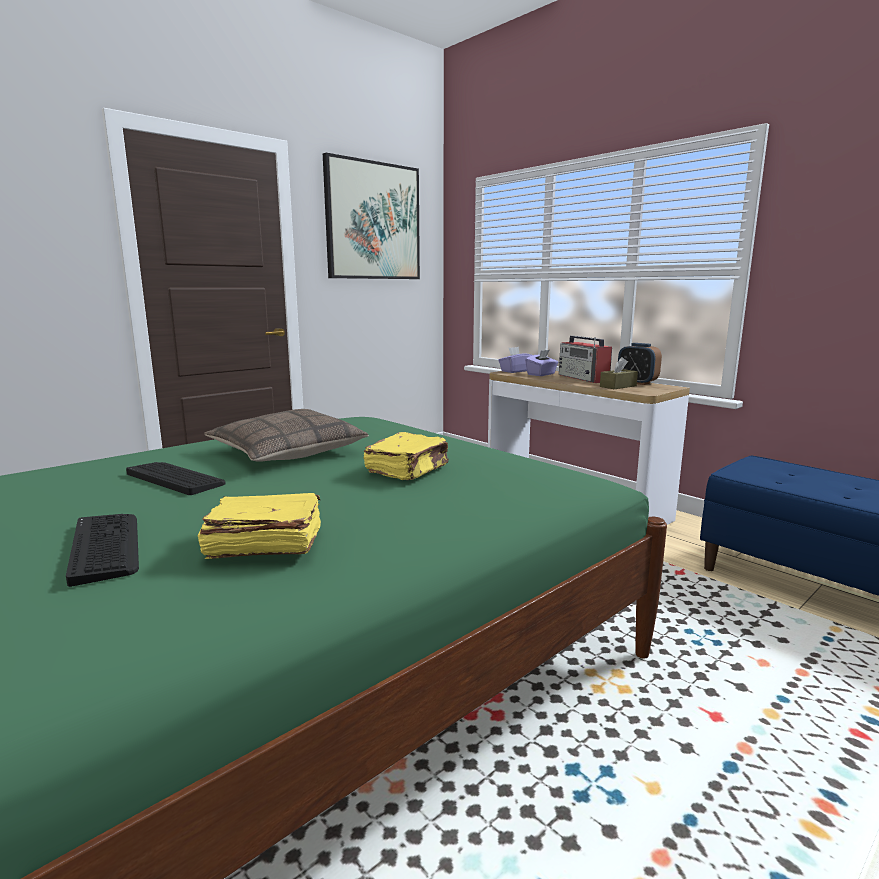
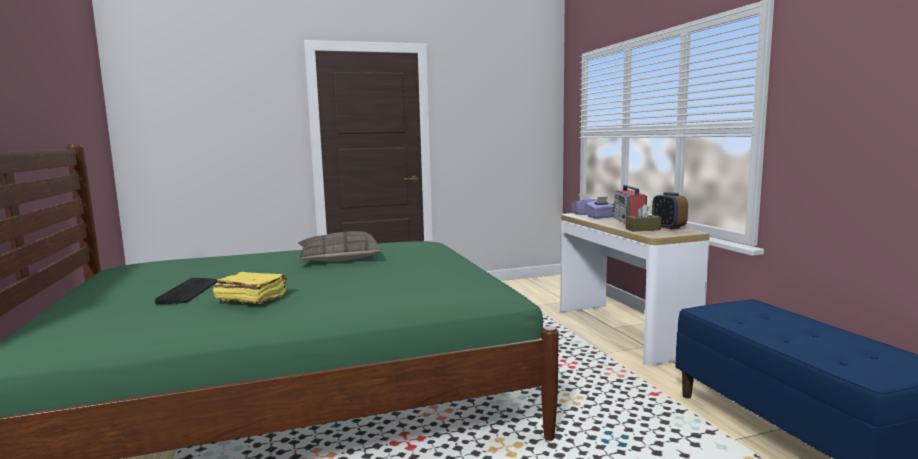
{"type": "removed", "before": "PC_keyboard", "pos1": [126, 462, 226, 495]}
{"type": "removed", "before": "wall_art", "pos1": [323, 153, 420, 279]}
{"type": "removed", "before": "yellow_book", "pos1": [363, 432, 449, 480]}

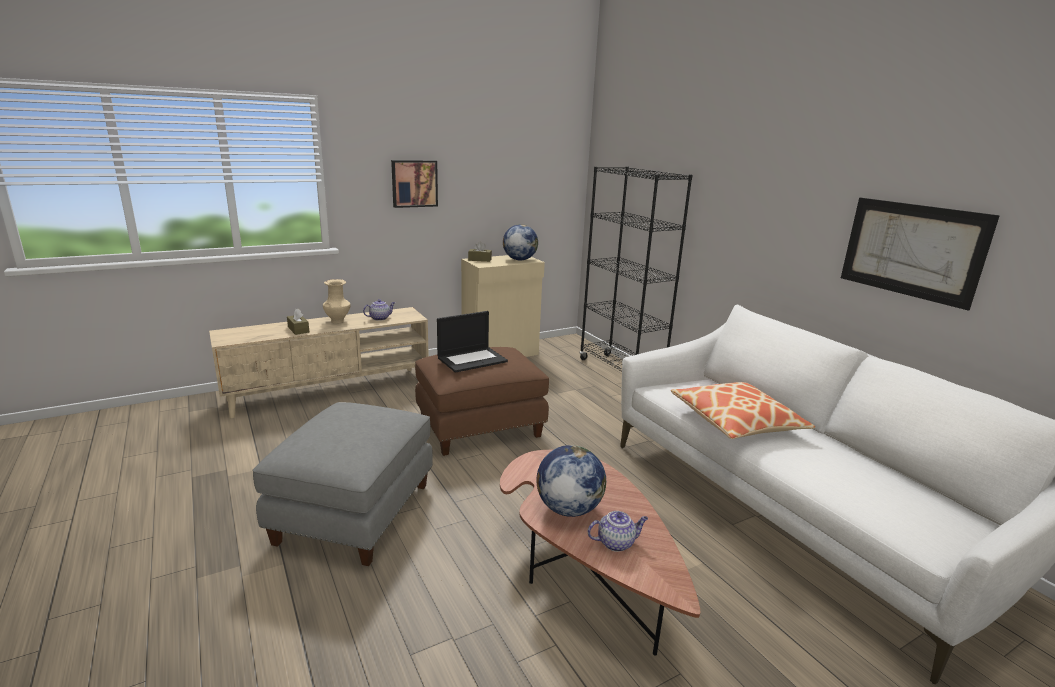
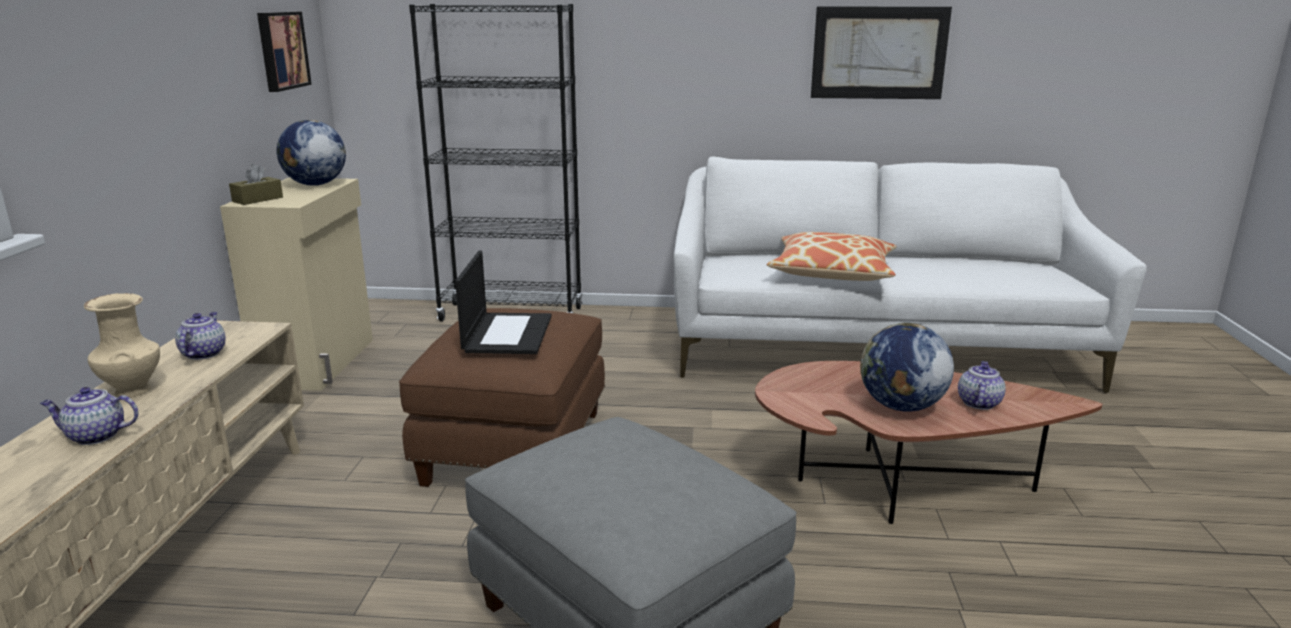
{"type": "replaced", "before": "brown-coloured_box_of_tissues", "after": "teapot", "pos1": [287, 308, 309, 335], "pos2": [40, 387, 138, 445]}
{"type": "moved", "before": "wall_art", "pos1": [391, 160, 438, 208], "pos2": [257, 12, 312, 92]}

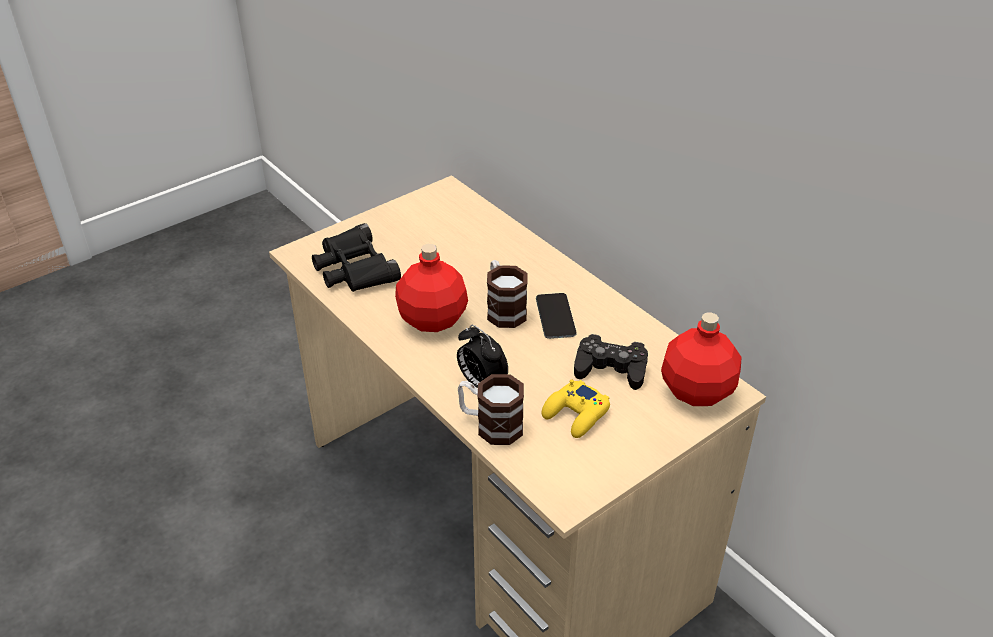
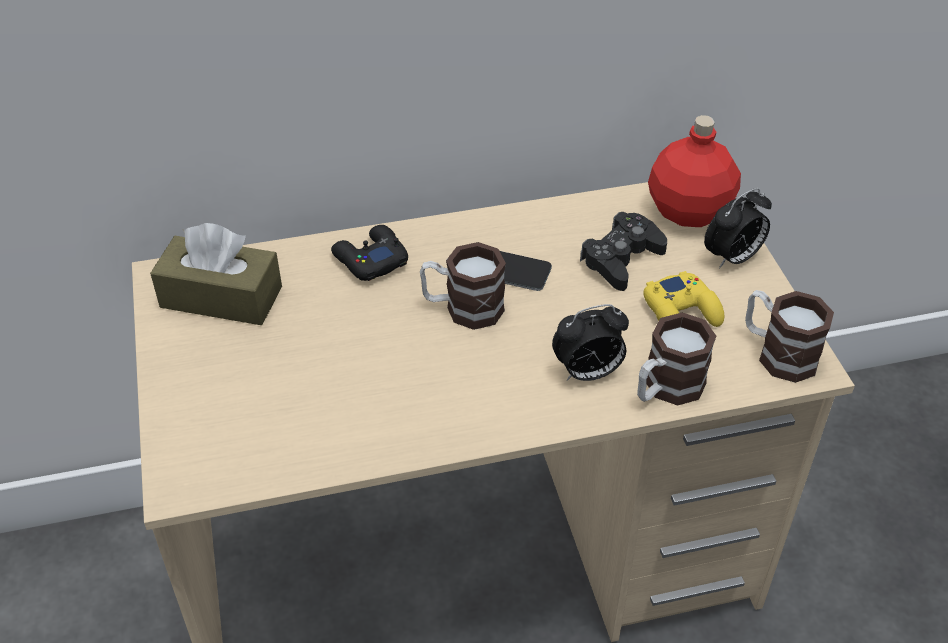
{"type": "removed", "before": "black-coloured_binoculars", "pos1": [312, 223, 401, 292]}
{"type": "removed", "before": "red_beverage_bottle", "pos1": [395, 244, 468, 332]}
{"type": "added", "after": "brown-coloured_box_of_tissues", "pos2": [150, 223, 282, 325]}
{"type": "added", "after": "black-coloured_joypad", "pos2": [331, 225, 408, 281]}
{"type": "added", "after": "bedside_clock", "pos2": [704, 188, 772, 269]}
{"type": "added", "after": "mug", "pos2": [745, 290, 834, 383]}

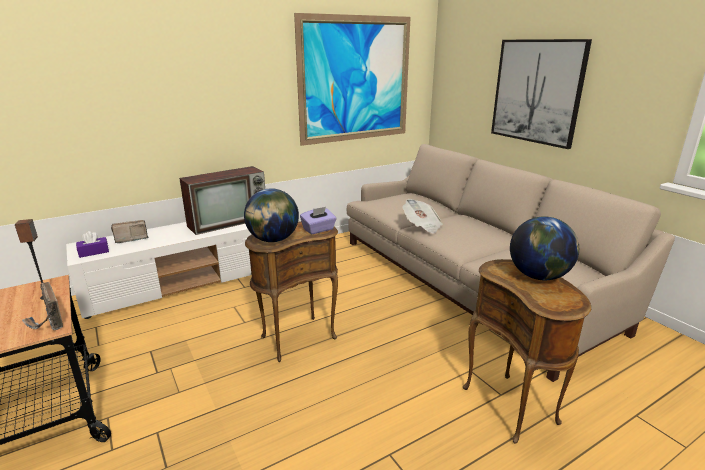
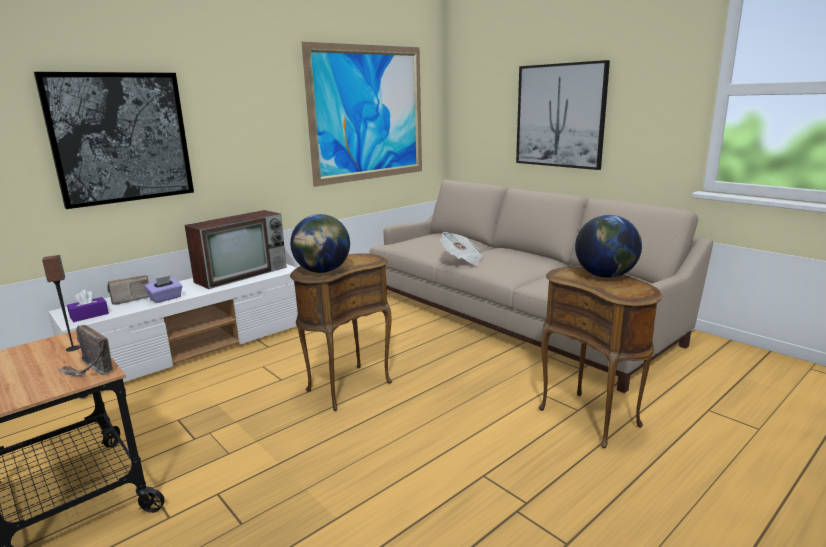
{"type": "moved", "before": "purple-coloured_box_of_tissues", "pos1": [300, 207, 337, 234], "pos2": [144, 276, 182, 303]}
{"type": "added", "after": "wall_art", "pos2": [34, 72, 194, 209]}

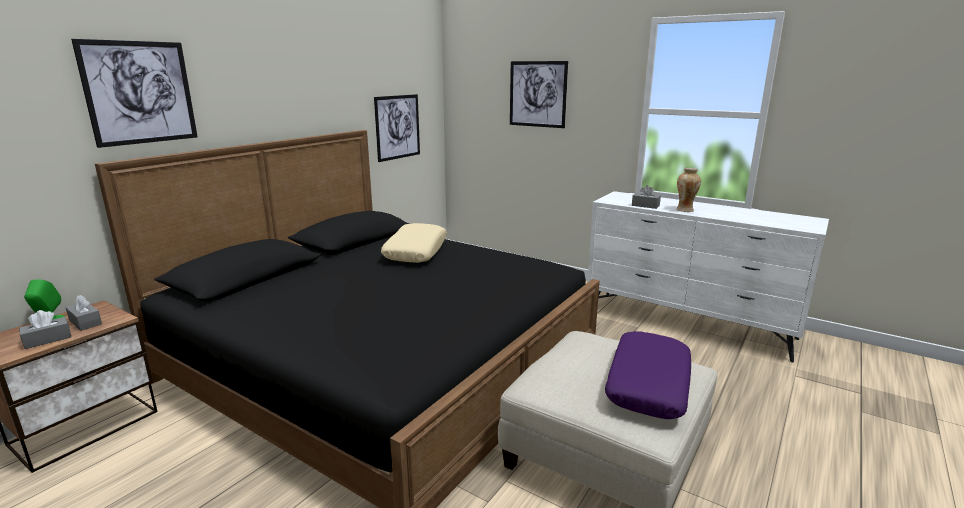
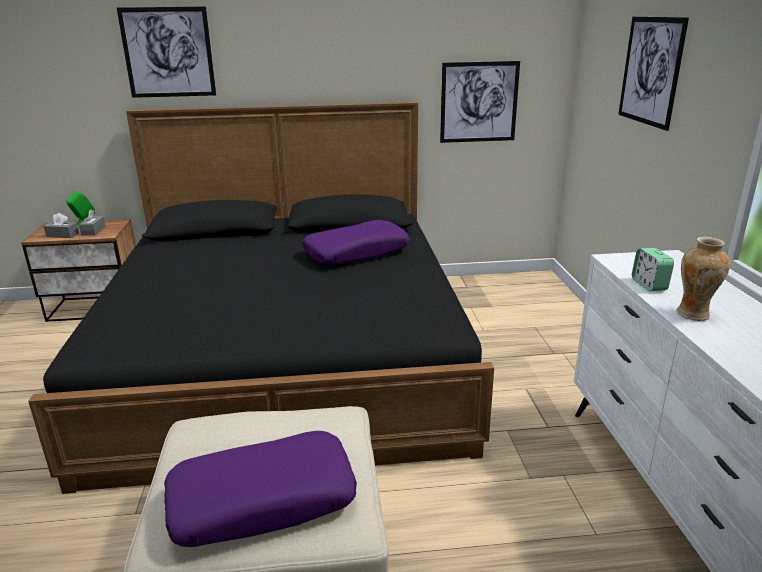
{"type": "recoloured", "before": "beige-coloured_cushion", "after": "purple-coloured_cushion", "pos1": [381, 223, 447, 263], "pos2": [302, 220, 410, 265]}
{"type": "replaced", "before": "gray_box_of_tissues", "after": "bedside_clock", "pos1": [632, 185, 661, 209], "pos2": [632, 248, 674, 291]}

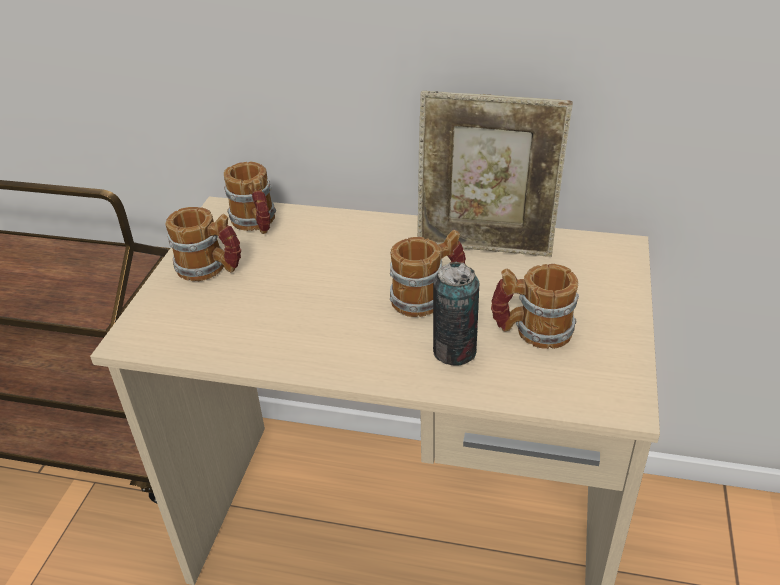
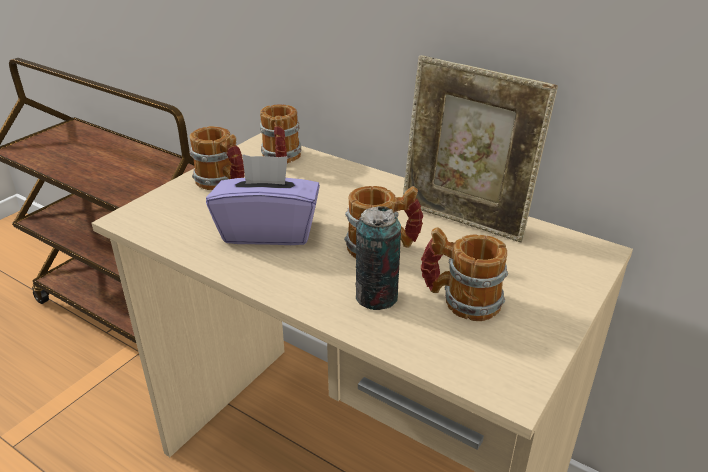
{"type": "added", "after": "purple-coloured_box_of_tissues", "pos2": [206, 154, 320, 245]}

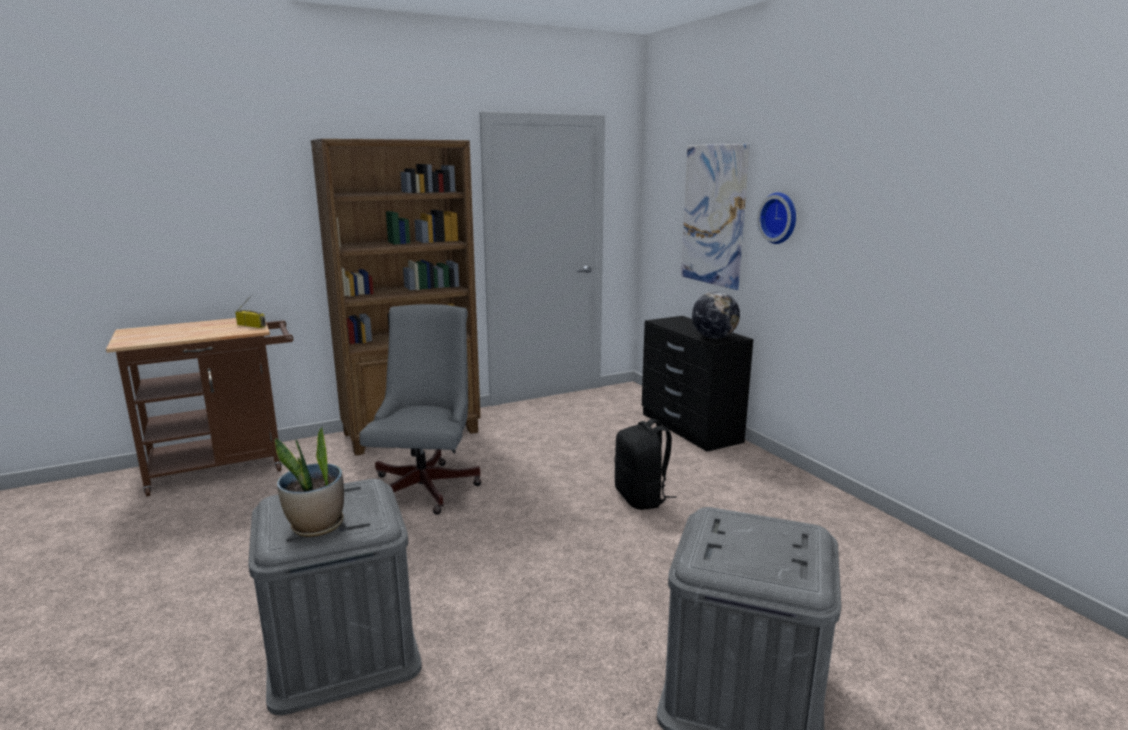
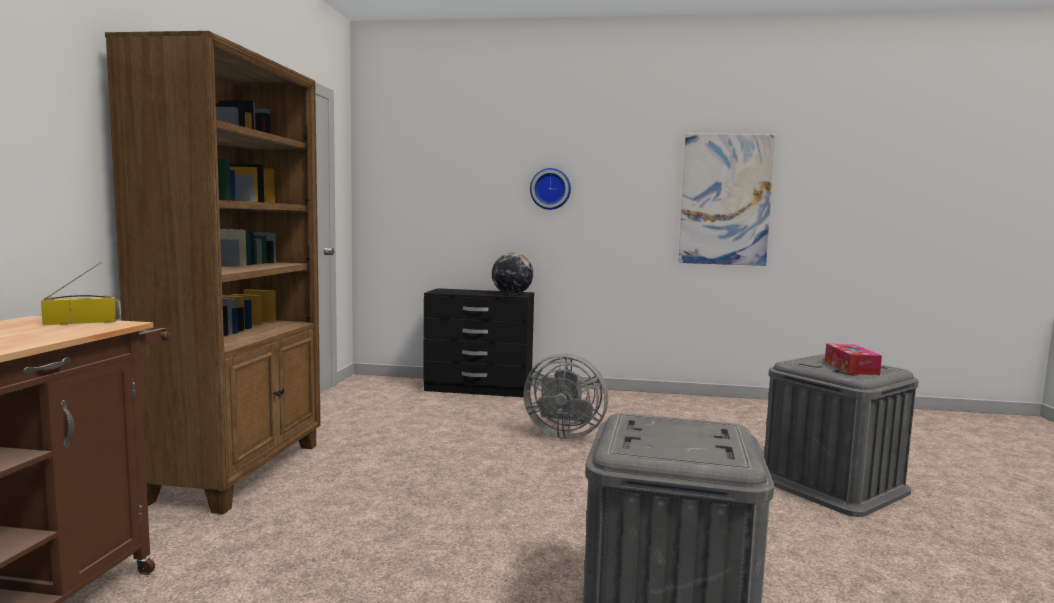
{"type": "removed", "before": "houseplant", "pos1": [275, 426, 344, 537]}
{"type": "removed", "before": "gray_desk_chair", "pos1": [359, 304, 482, 515]}
{"type": "replaced", "before": "black-coloured_rucksack", "after": "gray_electric_fan", "pos1": [615, 419, 677, 510], "pos2": [523, 353, 608, 439]}
{"type": "moved", "before": "wall_art", "pos1": [681, 144, 750, 290], "pos2": [678, 134, 776, 266]}
{"type": "added", "after": "box_of_tissues", "pos2": [825, 344, 882, 375]}

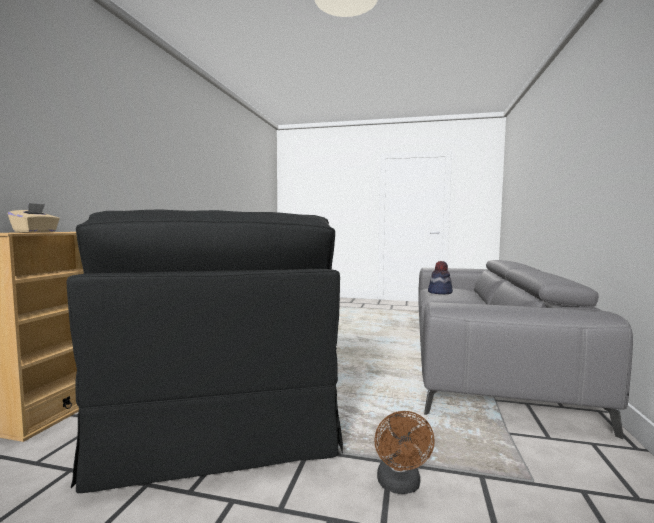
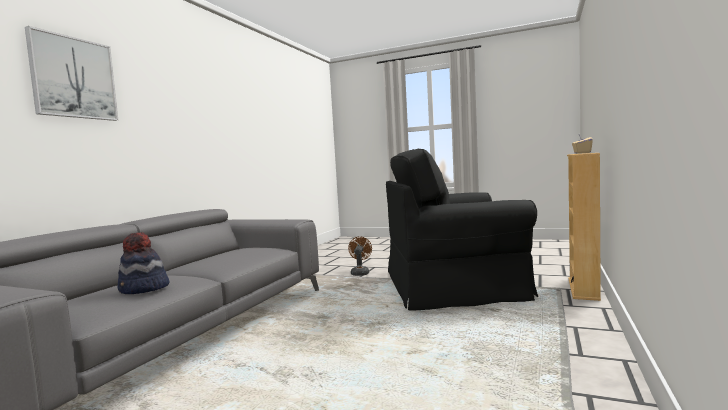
{"type": "turned", "before": "black-coloured_lounge_chair", "pos1": [66, 209, 343, 493], "pos2": [386, 149, 538, 311], "turn": -90}
{"type": "added", "after": "wall_art", "pos2": [25, 26, 118, 121]}

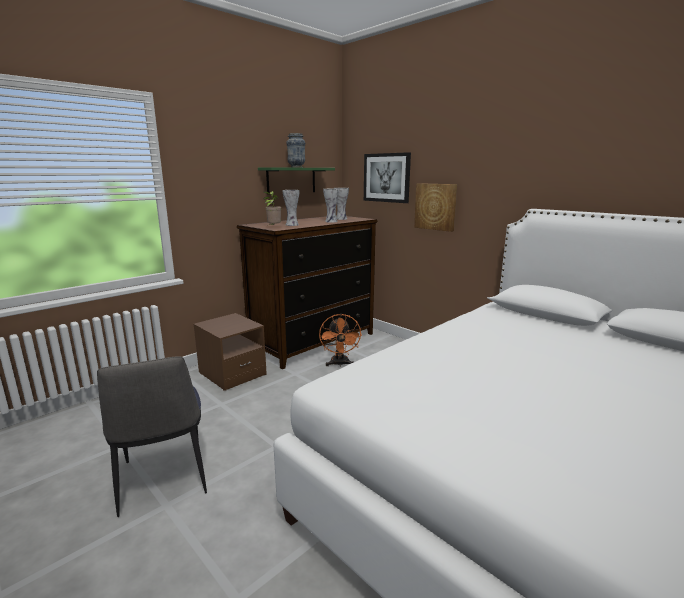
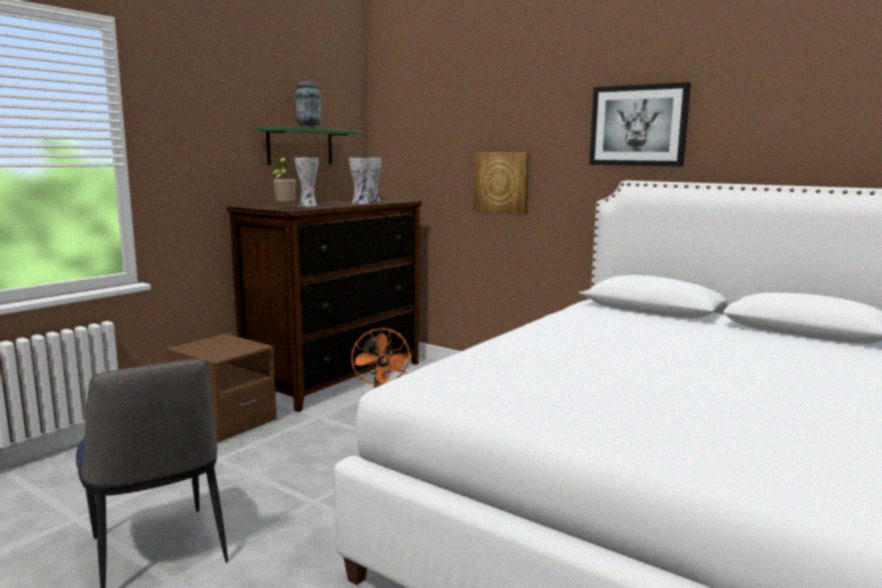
{"type": "moved", "before": "wall_art", "pos1": [364, 152, 411, 203], "pos2": [589, 82, 691, 167]}

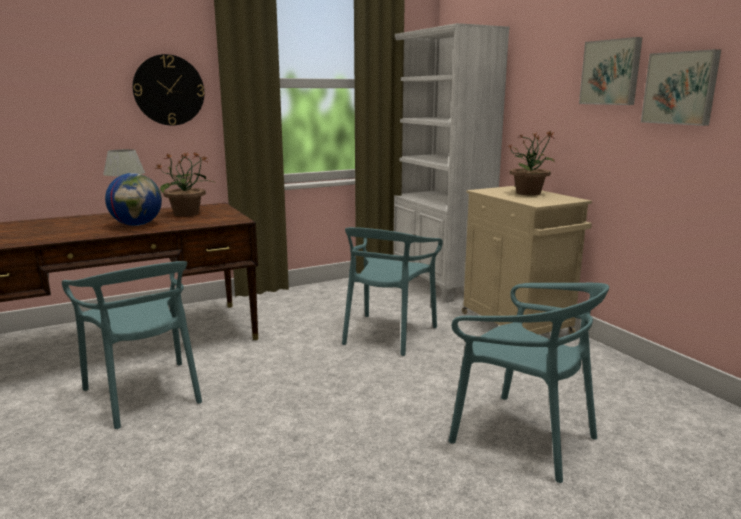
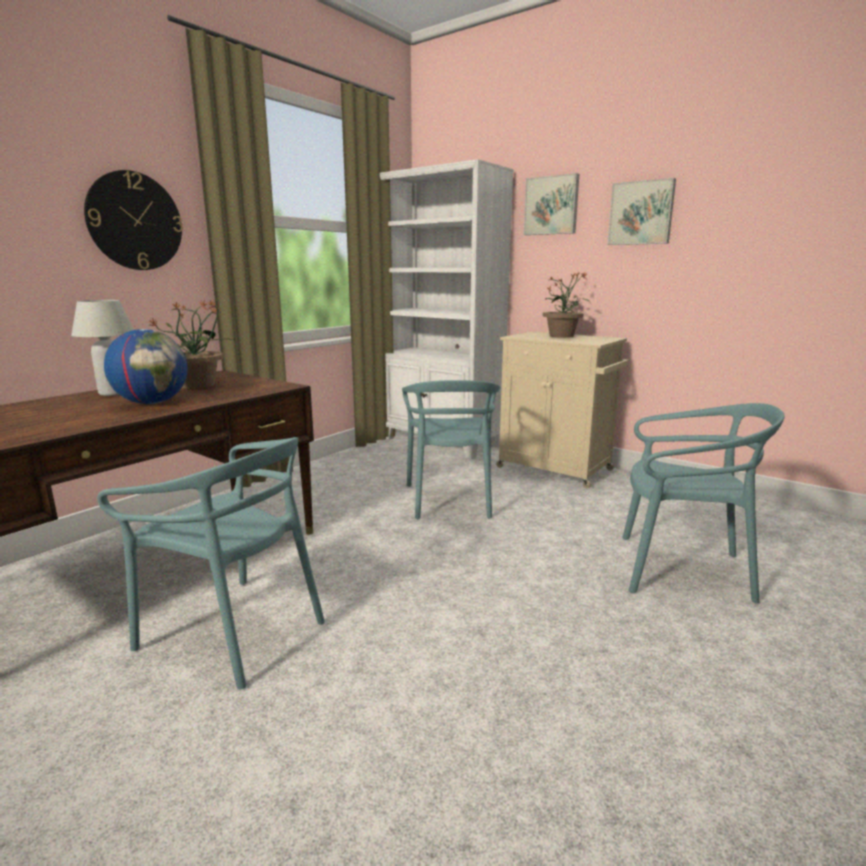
{"type": "moved", "before": "wall_art", "pos1": [641, 49, 721, 126], "pos2": [524, 173, 579, 235]}

